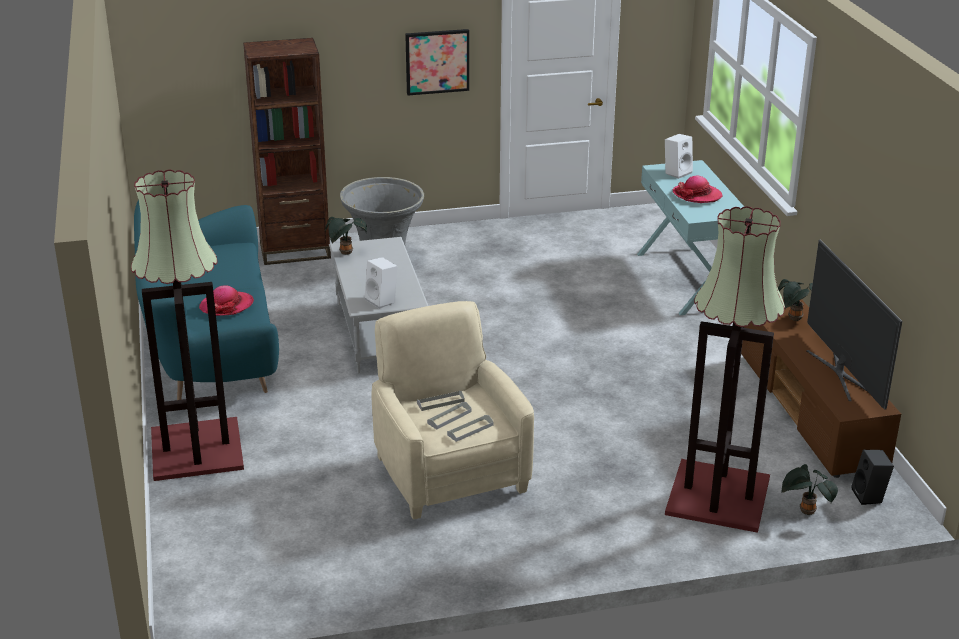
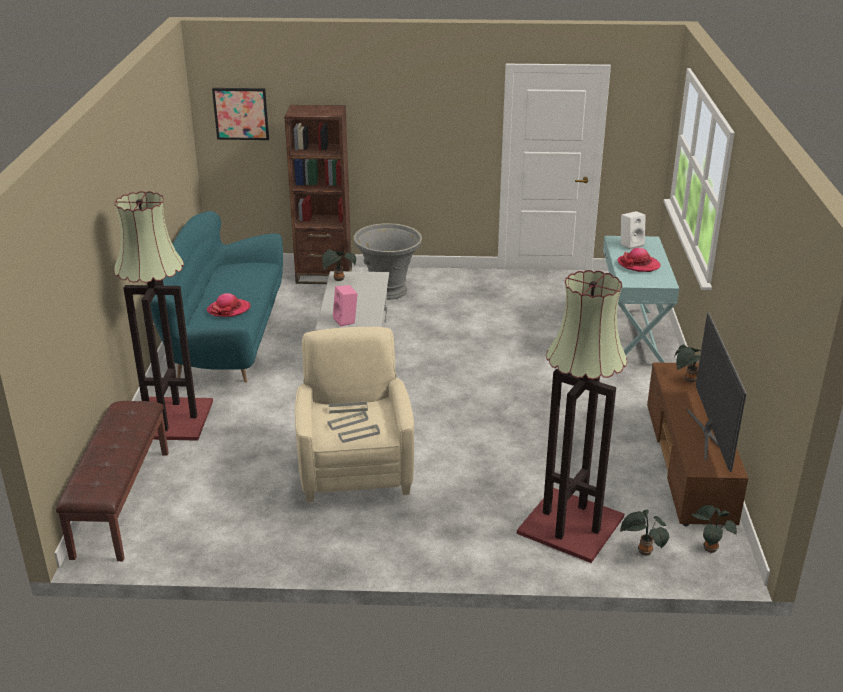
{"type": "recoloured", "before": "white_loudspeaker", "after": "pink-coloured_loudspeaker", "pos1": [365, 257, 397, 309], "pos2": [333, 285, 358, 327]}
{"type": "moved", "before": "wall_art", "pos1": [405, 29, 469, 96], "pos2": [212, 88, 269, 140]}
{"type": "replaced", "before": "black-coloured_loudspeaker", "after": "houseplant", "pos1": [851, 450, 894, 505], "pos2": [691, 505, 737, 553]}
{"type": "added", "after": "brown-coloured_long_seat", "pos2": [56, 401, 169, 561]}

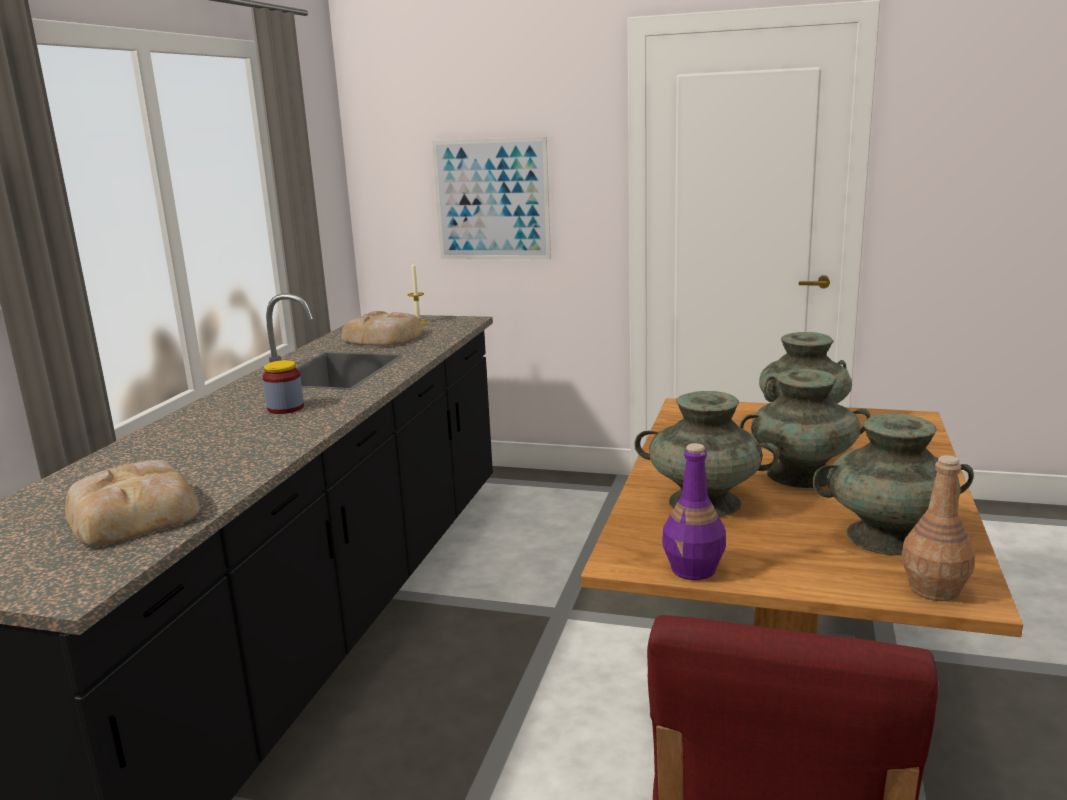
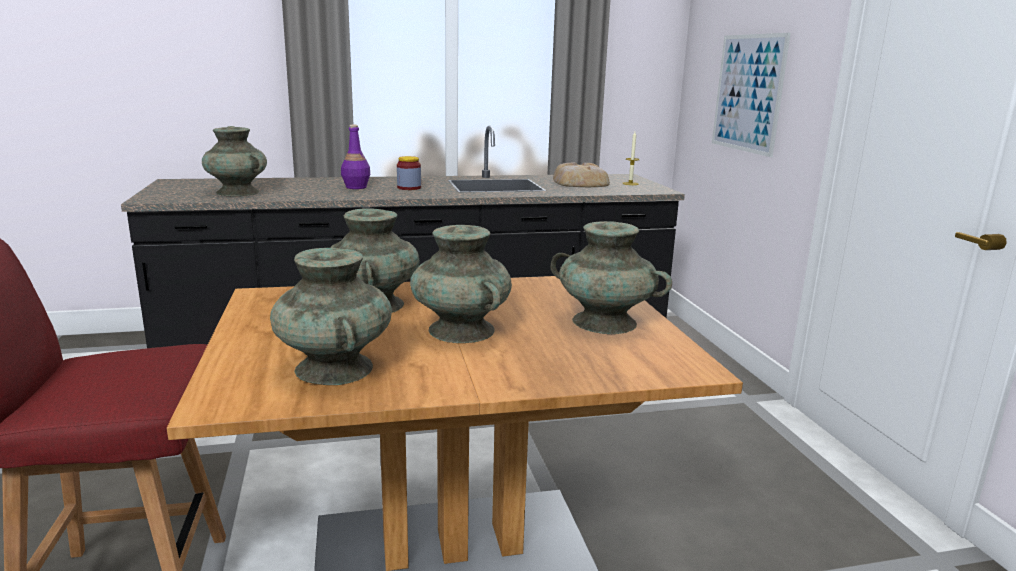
{"type": "replaced", "before": "bread", "after": "blue-green_vase", "pos1": [65, 460, 200, 546], "pos2": [202, 126, 267, 196]}
{"type": "moved", "before": "purple-coloured_beverage_bottle", "pos1": [662, 443, 726, 580], "pos2": [341, 125, 370, 189]}
{"type": "removed", "before": "brown-coloured_beverage_bottle", "pos1": [901, 455, 975, 601]}

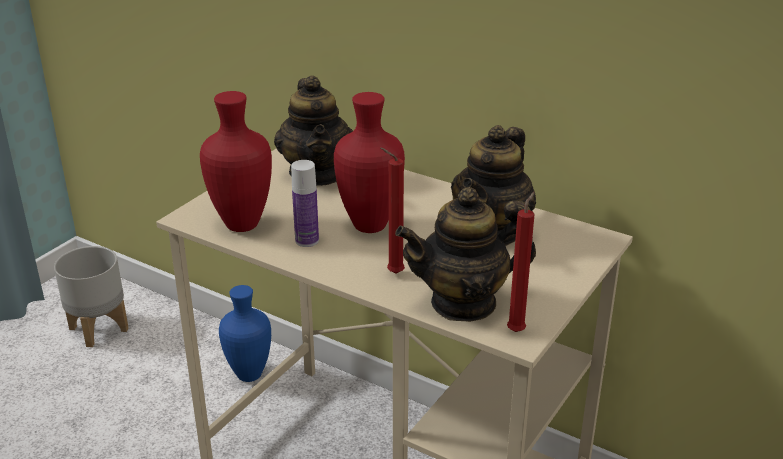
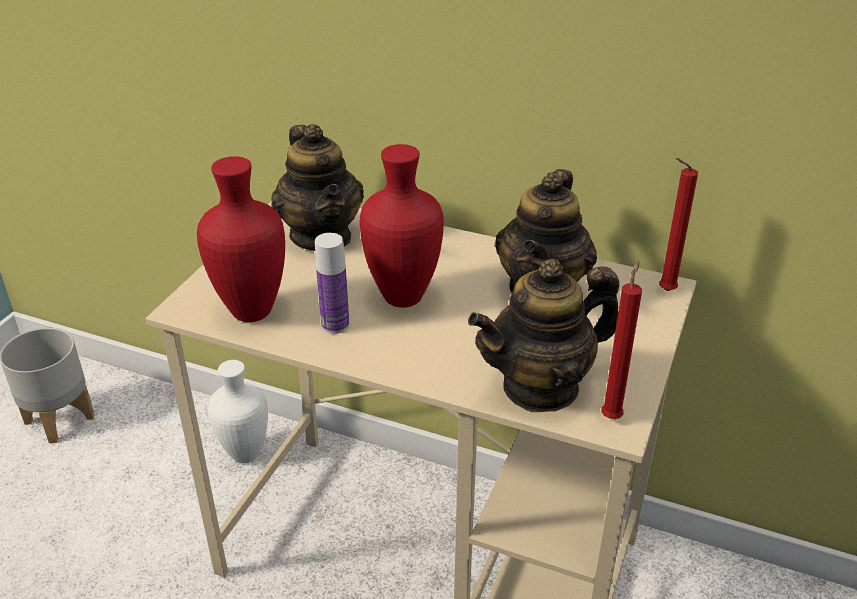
{"type": "recoloured", "before": "blue-coloured_vase", "after": "white_vase", "pos1": [219, 285, 271, 382], "pos2": [208, 360, 268, 463]}
{"type": "moved", "before": "red_candle", "pos1": [380, 148, 405, 274], "pos2": [659, 158, 698, 291]}

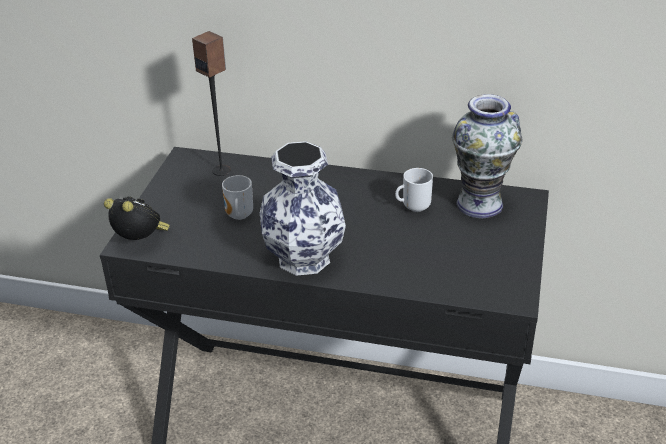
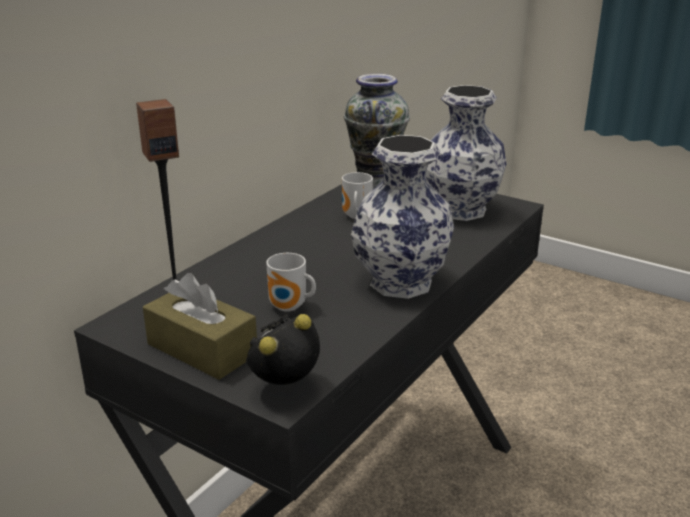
{"type": "added", "after": "brown-coloured_box_of_tissues", "pos2": [143, 273, 257, 380]}
{"type": "added", "after": "vase", "pos2": [426, 85, 507, 221]}

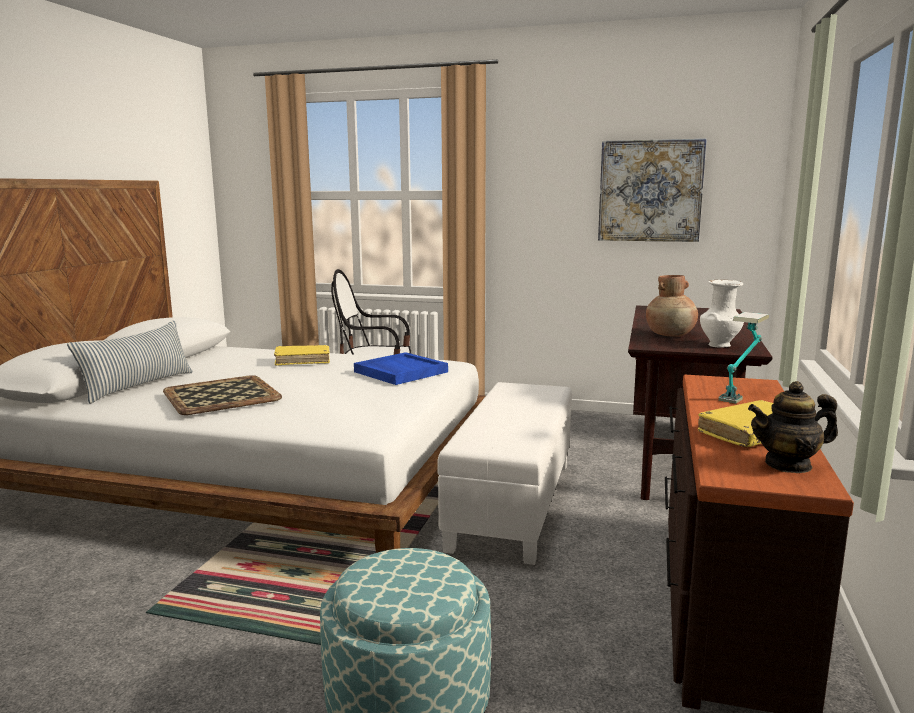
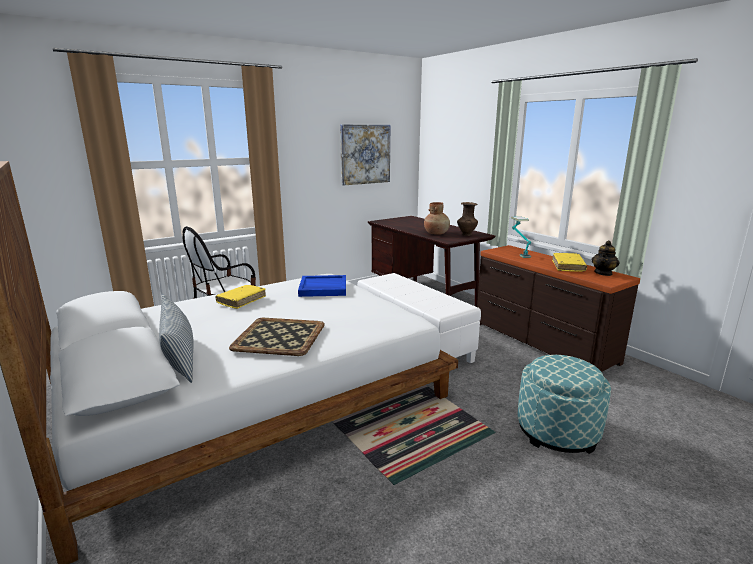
{"type": "recoloured", "before": "white_vase", "after": "brown-coloured_vase", "pos1": [700, 280, 744, 348], "pos2": [457, 202, 478, 236]}

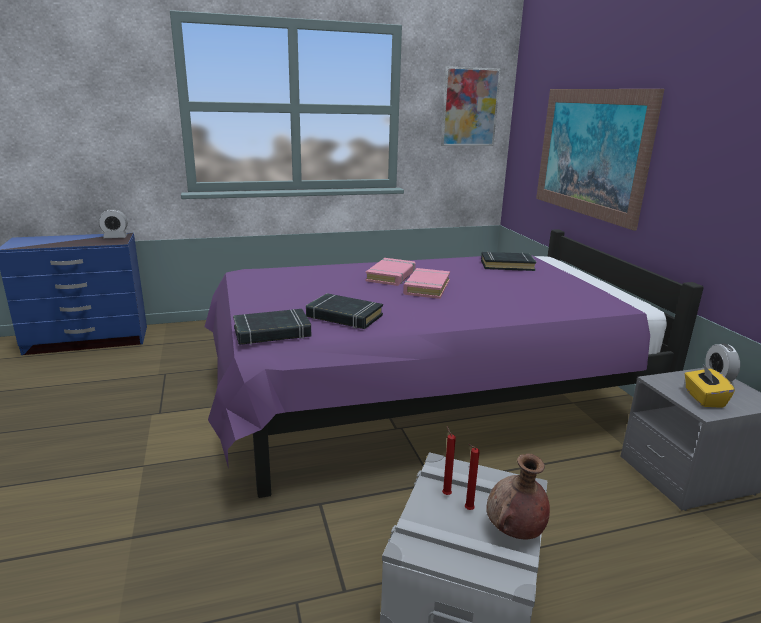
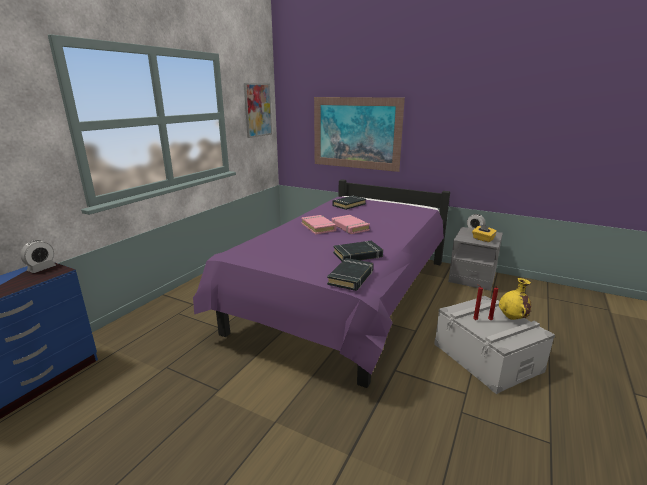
{"type": "recoloured", "before": "brown-coloured_vase", "after": "yellow_vase", "pos1": [486, 454, 550, 540], "pos2": [499, 278, 531, 320]}

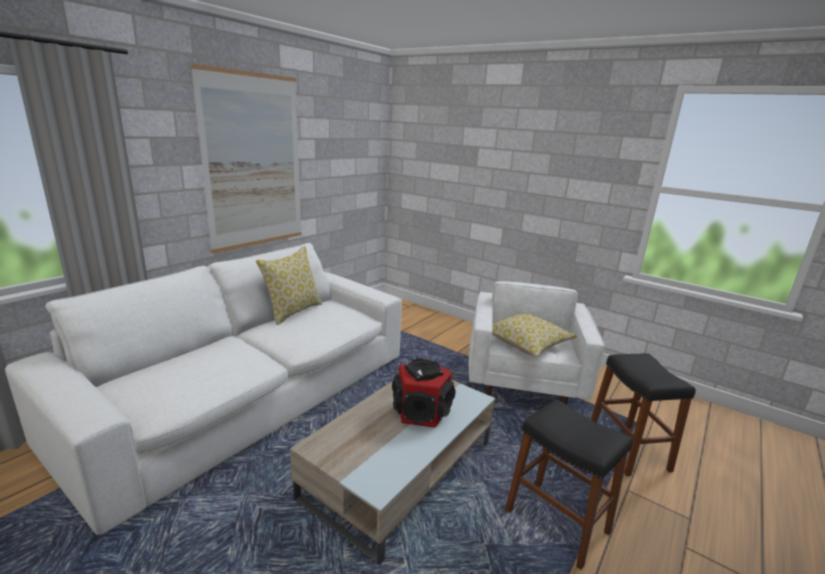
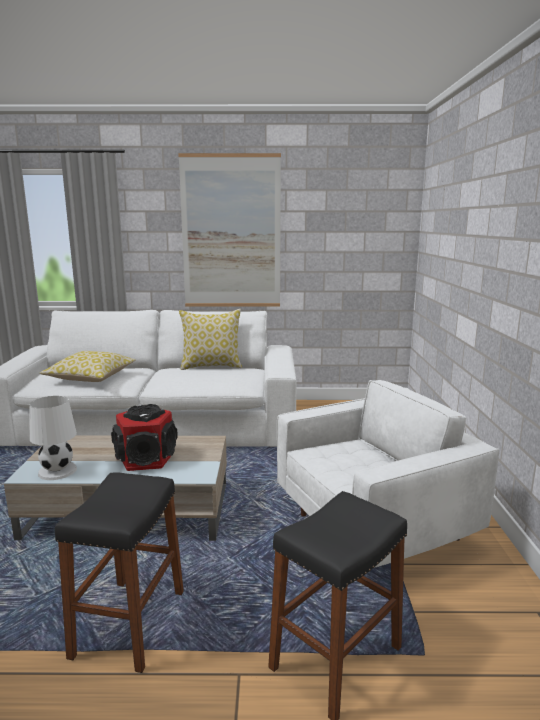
{"type": "moved", "before": "cushion", "pos1": [492, 313, 577, 357], "pos2": [39, 351, 135, 382]}
{"type": "added", "after": "white_lamp_for_a_table", "pos2": [29, 396, 77, 480]}

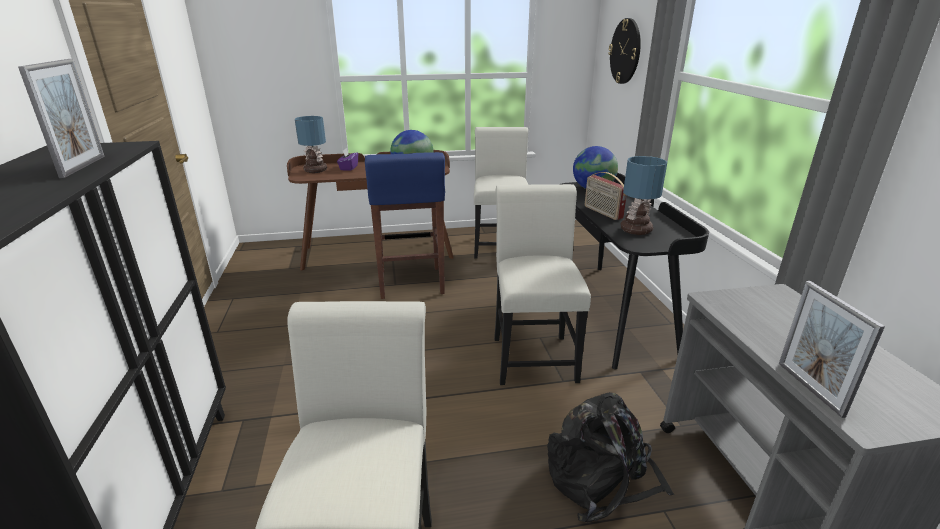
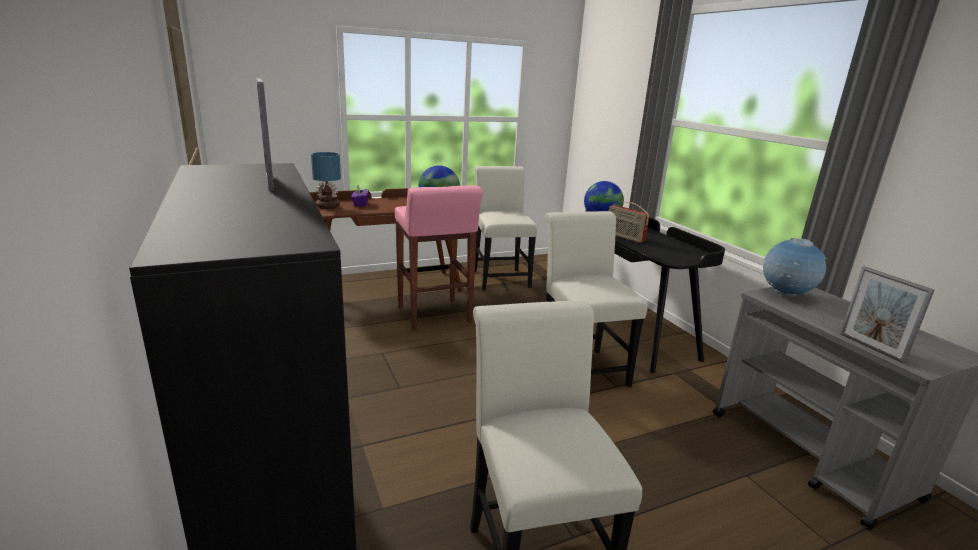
{"type": "recoloured", "before": "blue-coloured_stool", "after": "pink-coloured_stool", "pos1": [365, 152, 445, 299], "pos2": [395, 186, 483, 331]}
{"type": "removed", "before": "black-coloured_rucksack", "pos1": [547, 392, 674, 522]}
{"type": "removed", "before": "hanging_clock", "pos1": [608, 18, 641, 84]}
{"type": "removed", "before": "lamp_for_a_table", "pos1": [620, 156, 667, 235]}
{"type": "added", "after": "world_globe", "pos2": [763, 238, 827, 297]}

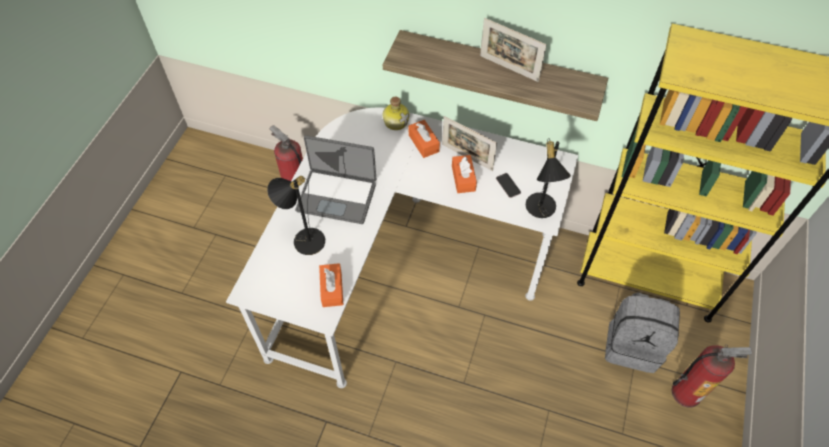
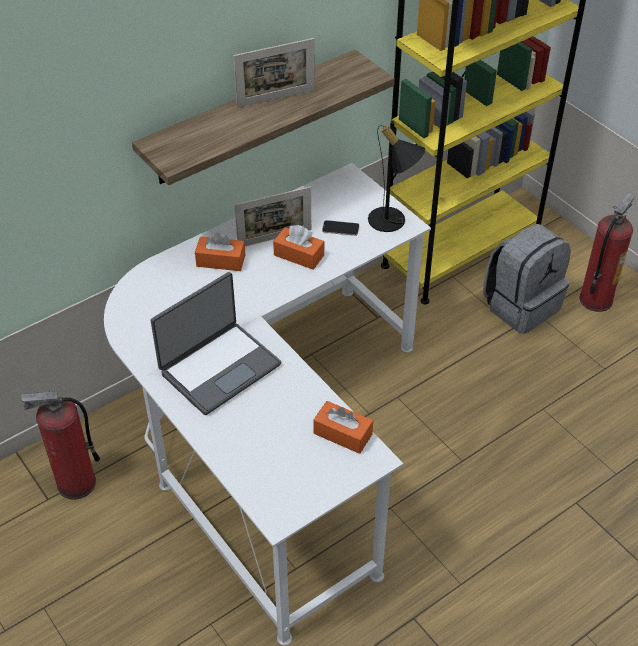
{"type": "removed", "before": "black-coloured_lamp_for_a_table", "pos1": [267, 176, 325, 255]}
{"type": "removed", "before": "beverage_bottle", "pos1": [383, 97, 409, 130]}

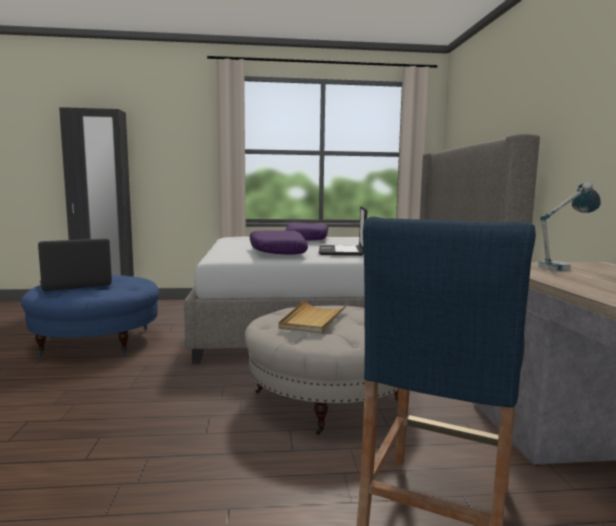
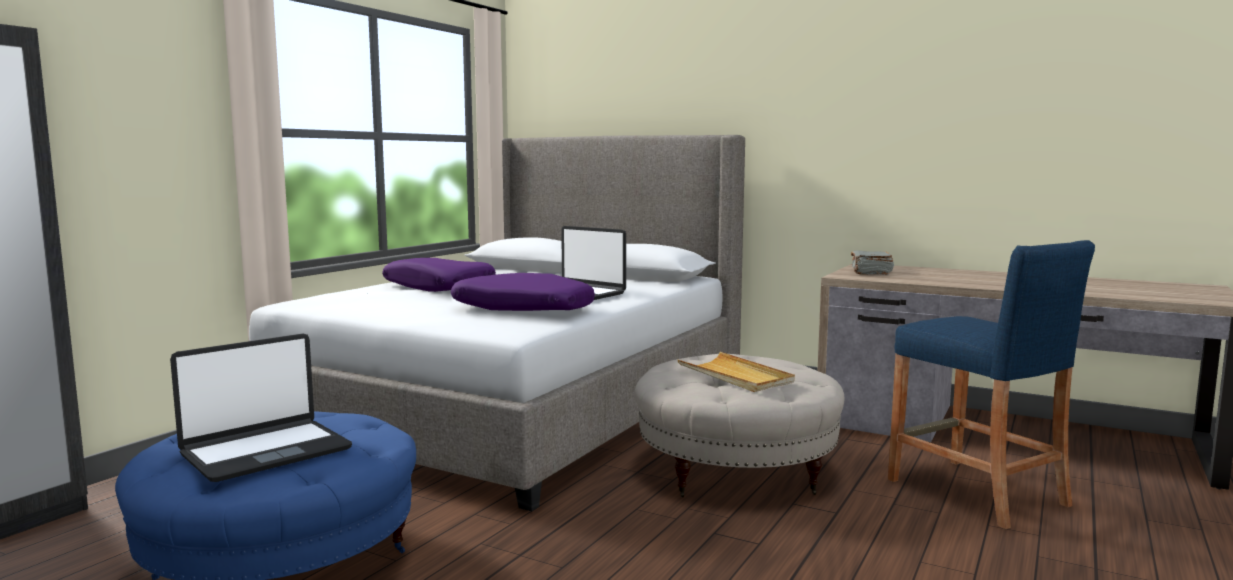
{"type": "turned", "before": "portable_computer", "pos1": [38, 238, 112, 291], "pos2": [170, 333, 352, 482], "turn": -135}
{"type": "replaced", "before": "lamp_for_a_table", "after": "gray_book", "pos1": [538, 182, 601, 271], "pos2": [851, 250, 894, 275]}

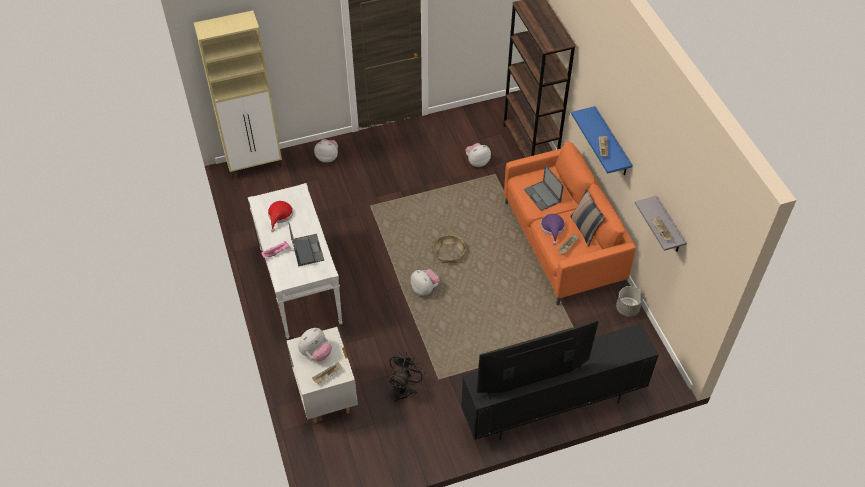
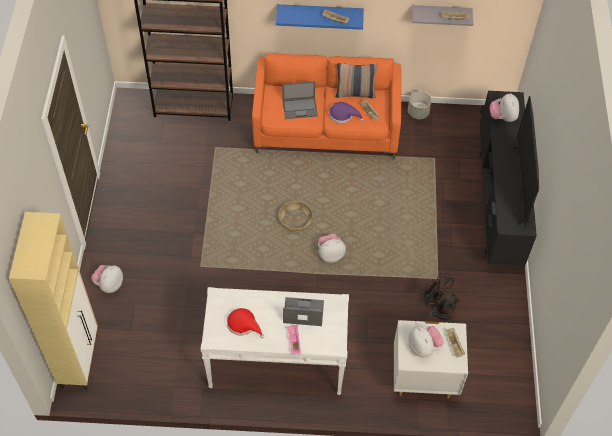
{"type": "moved", "before": "cuddly_toy", "pos1": [465, 143, 491, 167], "pos2": [490, 93, 519, 122]}

